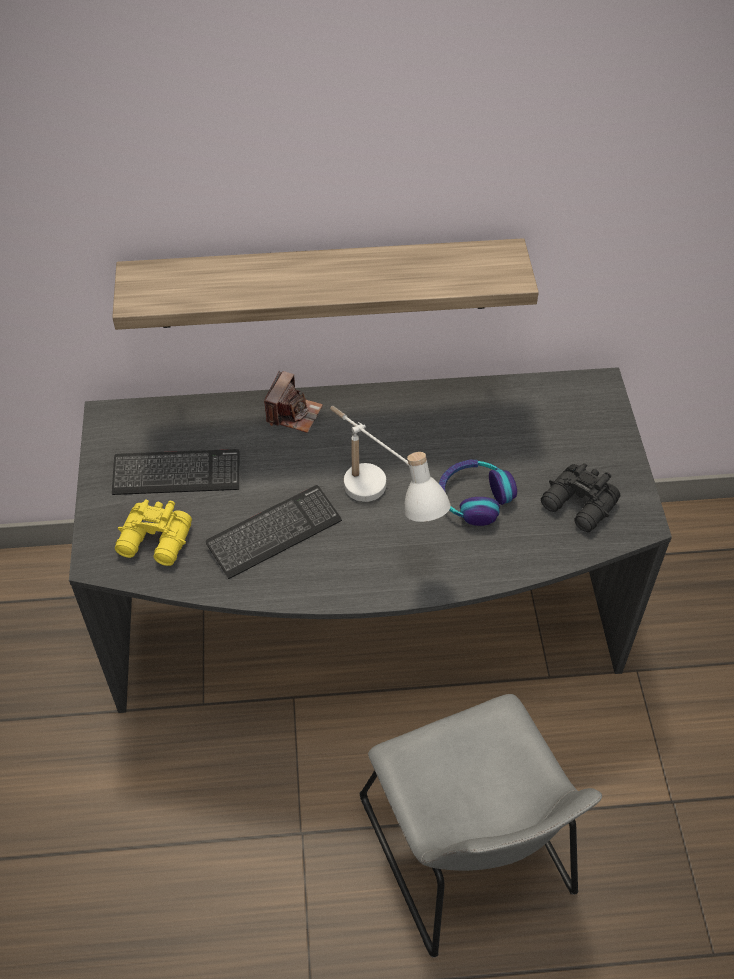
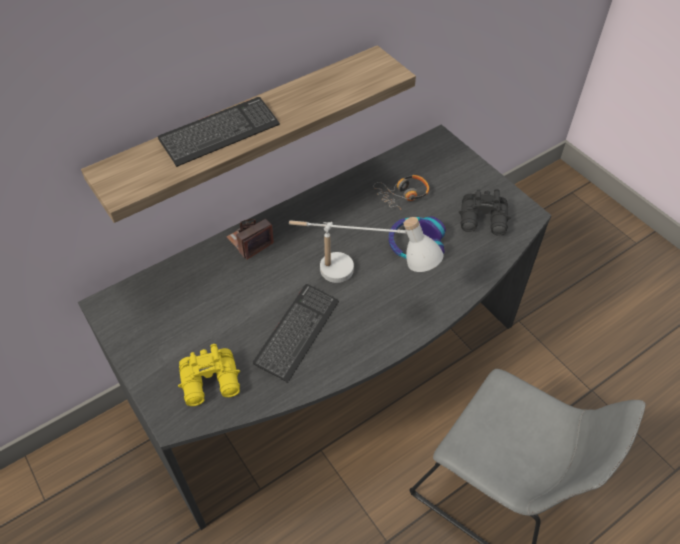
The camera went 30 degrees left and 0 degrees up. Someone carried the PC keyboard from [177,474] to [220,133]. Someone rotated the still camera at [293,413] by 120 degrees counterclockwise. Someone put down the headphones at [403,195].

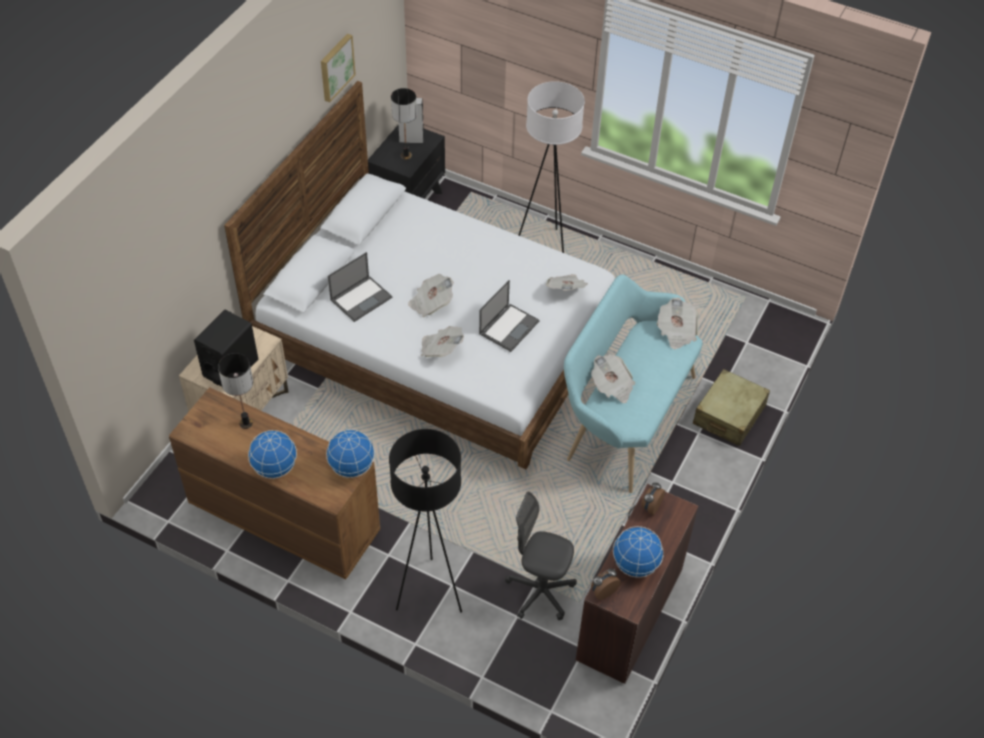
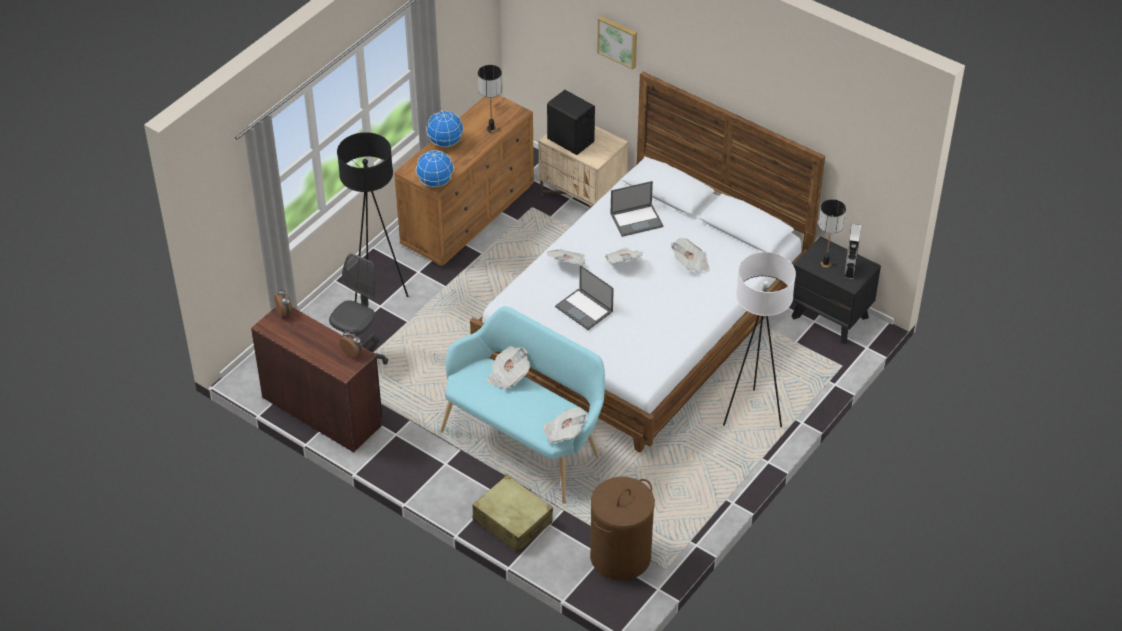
The camera went 100 degrees right and 5 degrees down. Someone carried the wall art from [335,67] to [618,41]. Someone rotated the notebook computer at [361,298] by 75 degrees counterclockwise. Someone carried the daily paper from [566,290] to [690,264]. Someone took away the desk globe at [635,564]. Someone put down the brown hamper at [620,557].

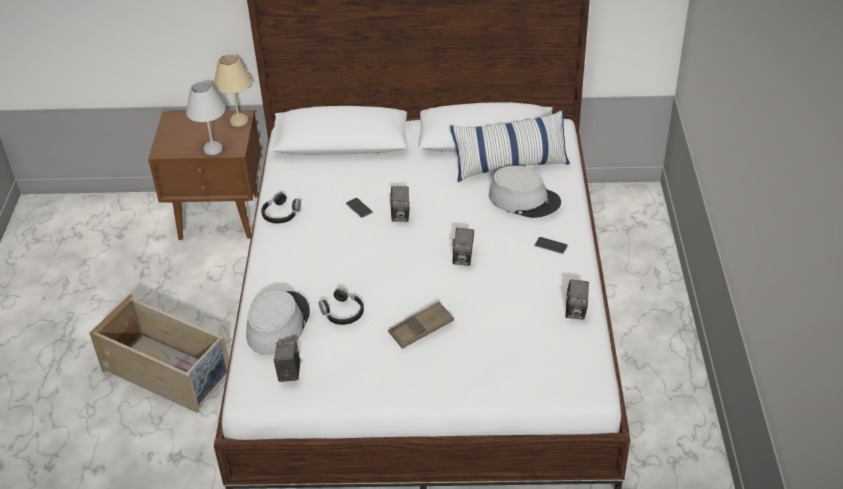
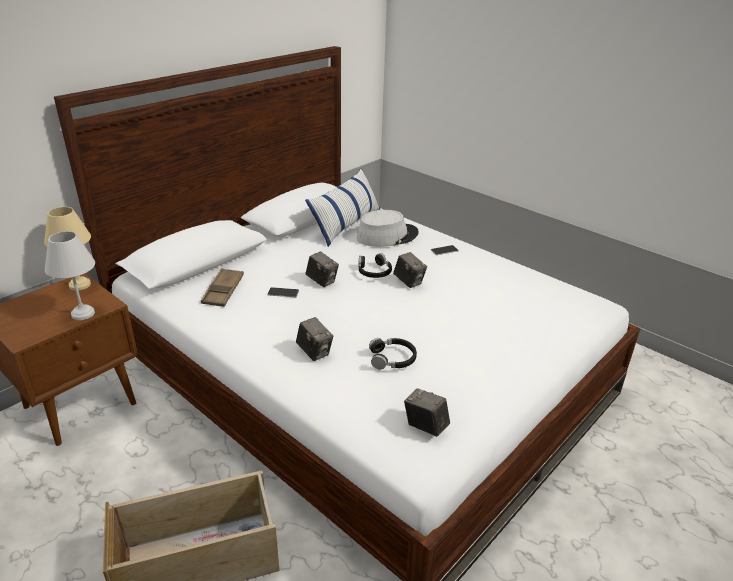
The camera went 50 degrees left and 10 degrees down. Someone took away the grey hat at [277,324]. Someone carried the blackish headphones from [281,214] to [374,271]. Someone carried the brown tray from [421,328] to [223,291]. Someone carried the still camera from [576,310] to [314,352].

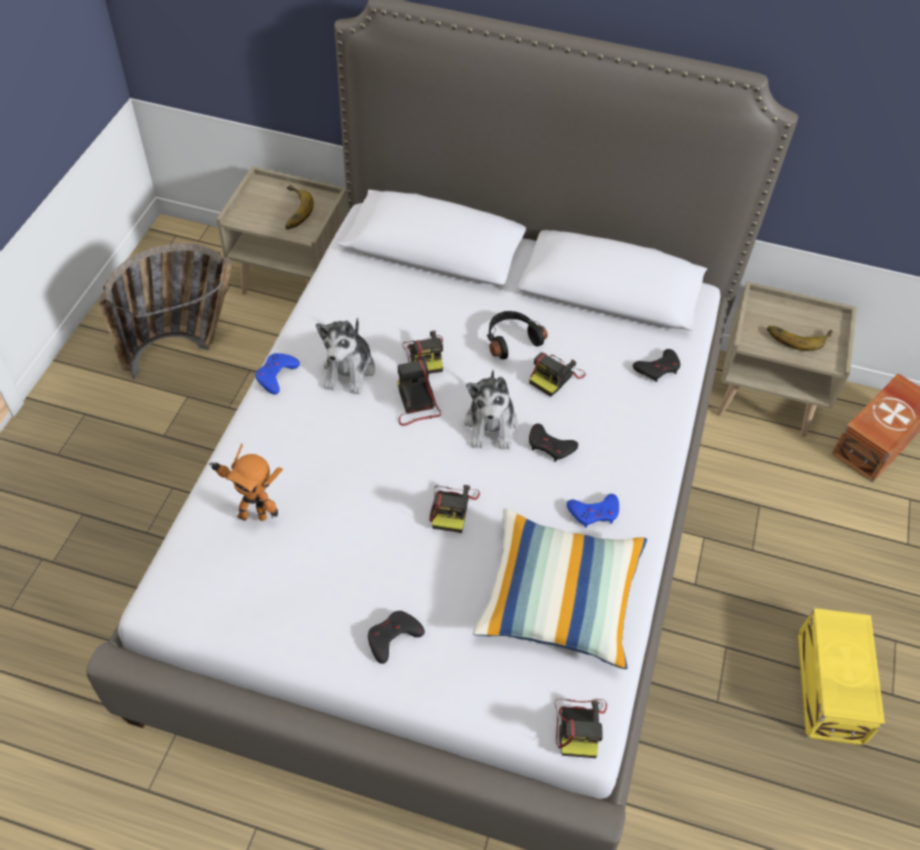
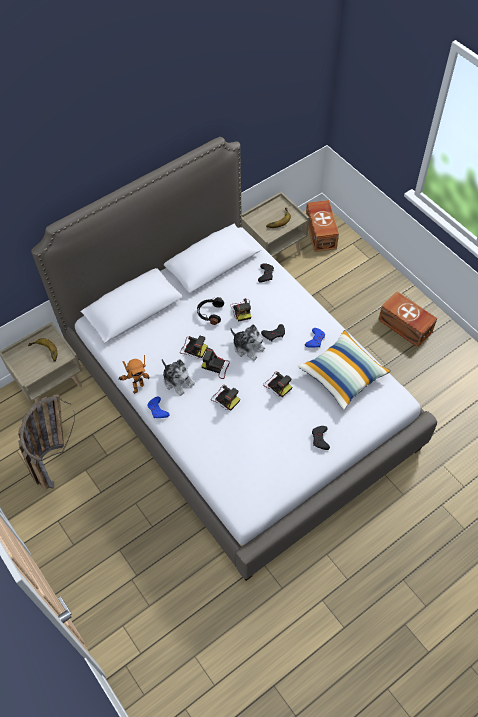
The camera went 50 degrees left and 5 degrees up. Someone carried the toy robot from [253,514] to [137,387]. Someone carried the still camera from [579,726] to [225,398]. Someone repainted the yellow-coloured storage bin at [828,688], which became the brown storage bin at [405,327].

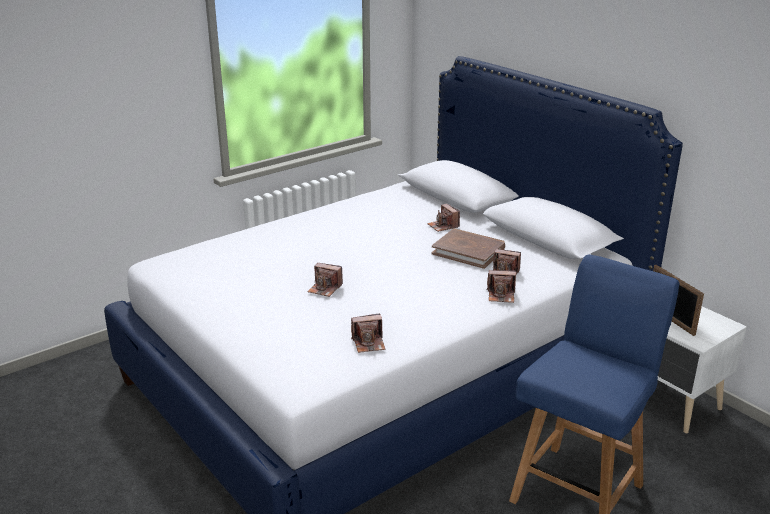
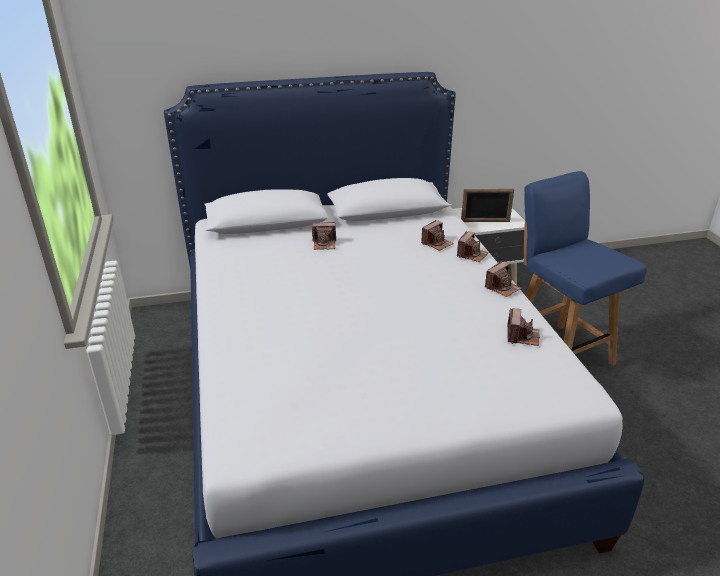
The camera went 65 degrees left and 5 degrees up. Someone carried the still camera from [325,289] to [502,288]. Someone took away the brown bound book at [468,251].

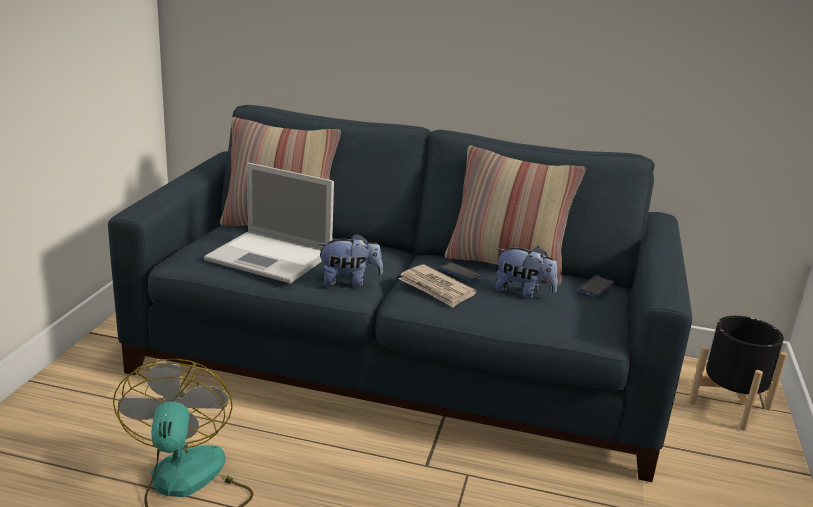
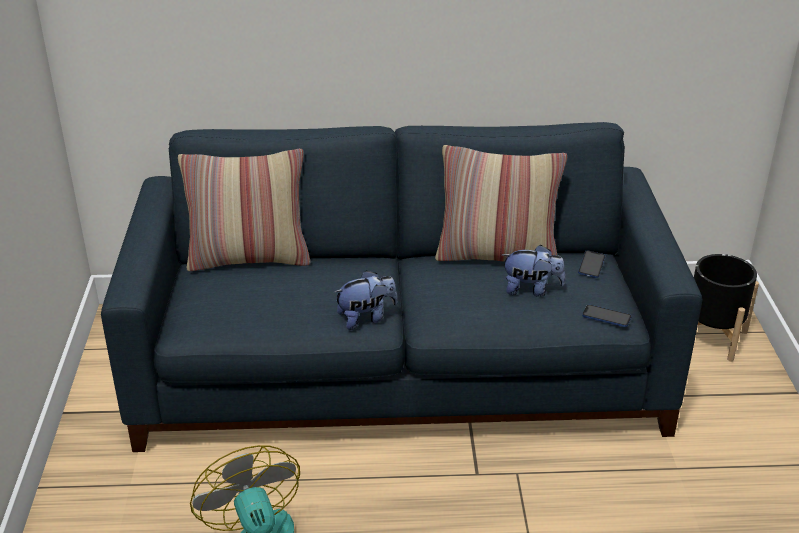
The camera went 15 degrees left and 10 degrees up. Someone took away the notebook computer at [271,257]. Someone took away the daily paper at [436,289]. Someone carried the phone from [460,273] to [606,317].

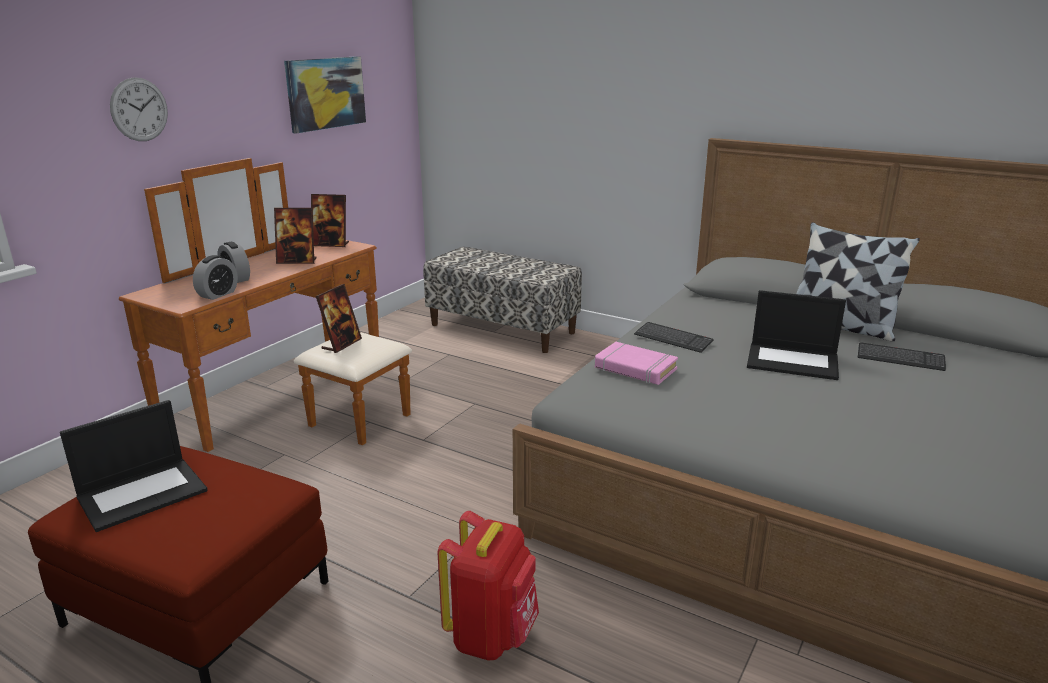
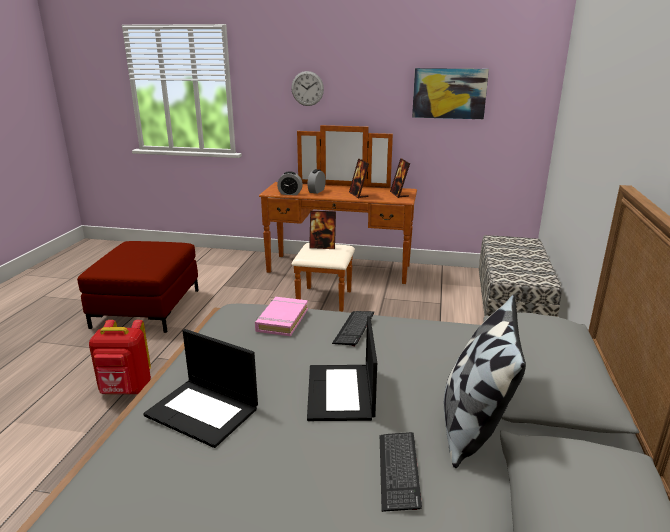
The camera went 70 degrees right and 0 degrees up. Someone carried the notebook computer from [143,493] to [203,411].

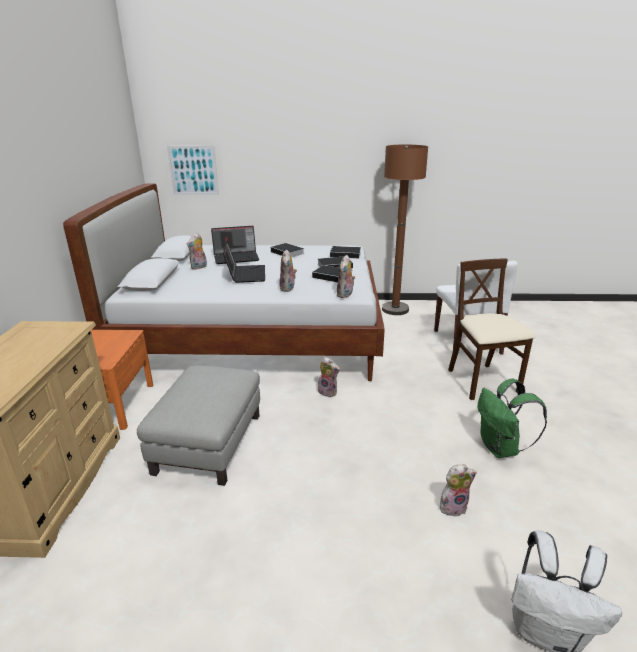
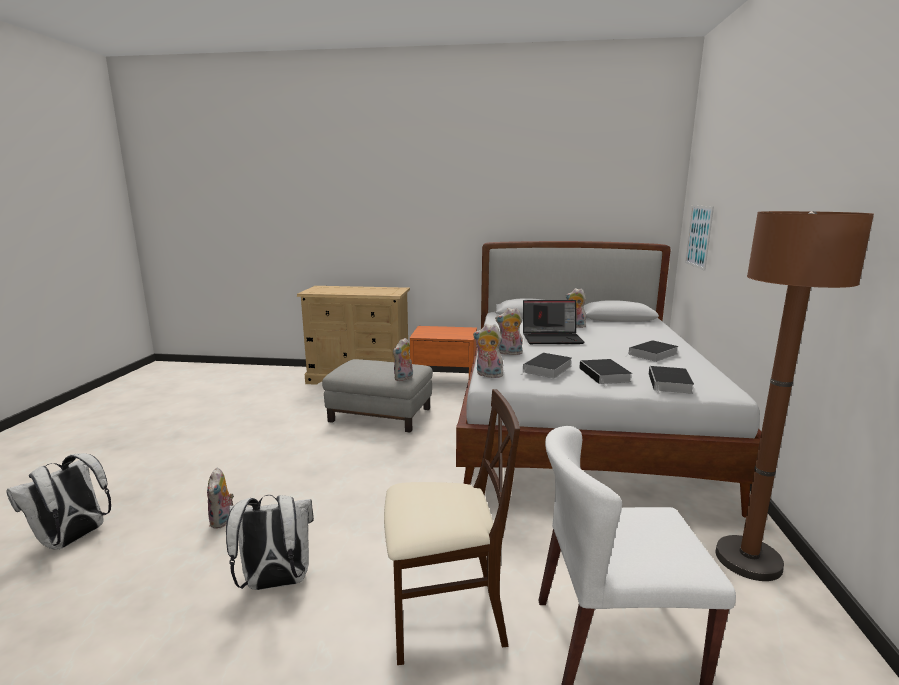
The camera went 95 degrees right and 10 degrees down. Someone took away the notebook computer at [236,257]. Someone carried the plush toy from [328,392] to [404,378]. Someone repainted the green-coloured backpack at [501,448], which became the whitish backpack at [275,583].

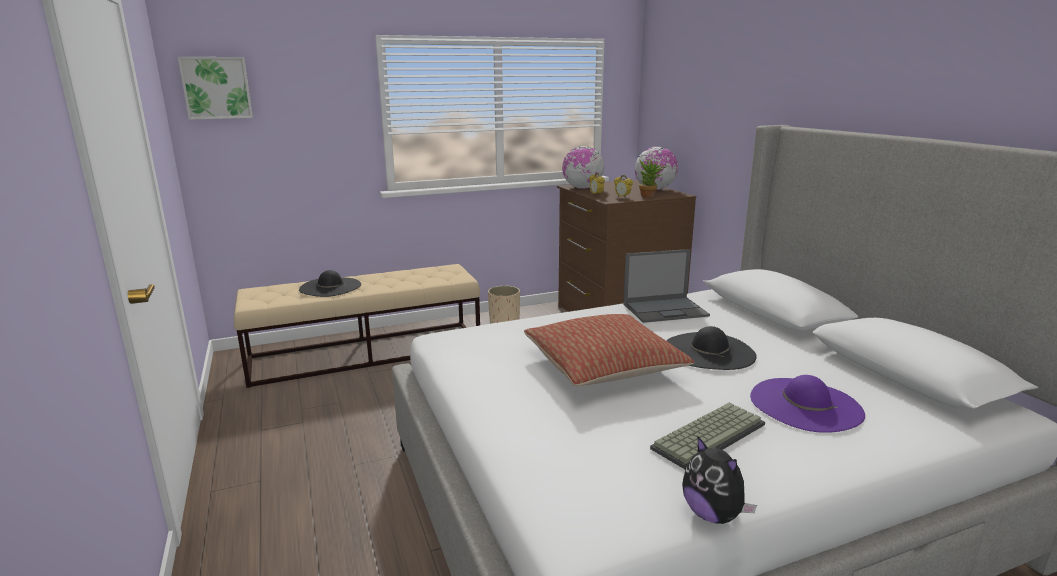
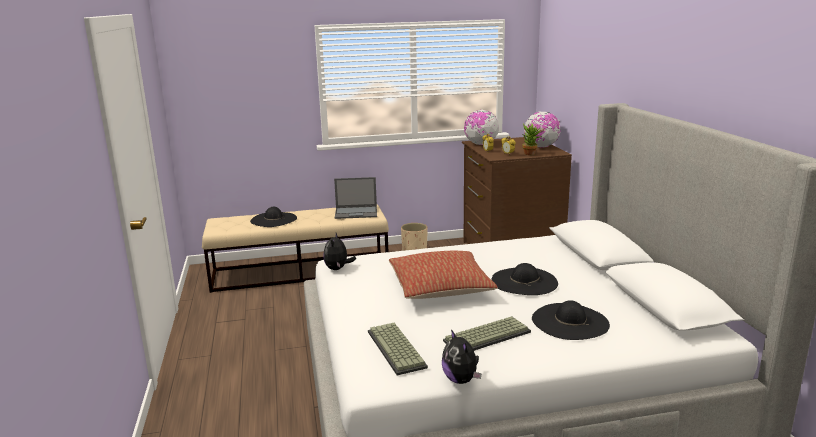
The camera went 10 degrees right and 0 degrees up. Someone took away the wall art at [216,88]. Someone carried the notebook computer from [666,310] to [356,212]. Someone repainted the purple hat at [805,404], which became the blackish hat at [570,321]. Someone put down the plush toy at [338,269]. Someone put down the PC keyboard at [398,349].

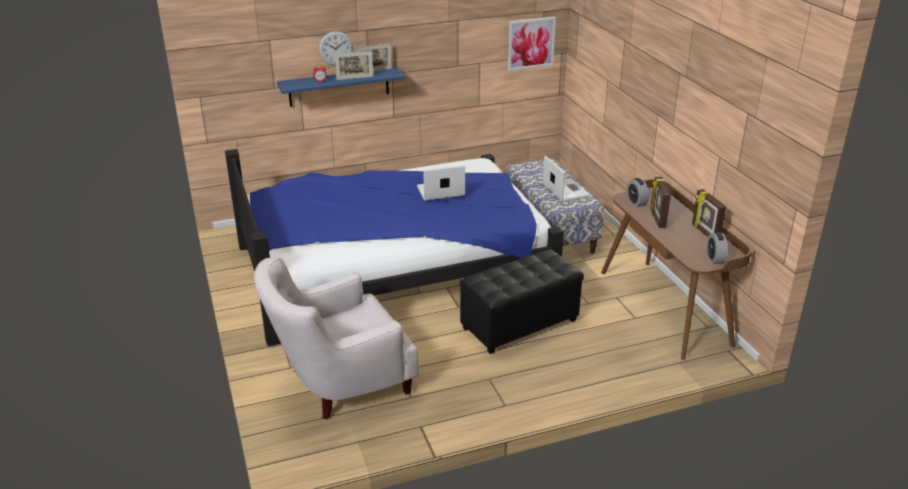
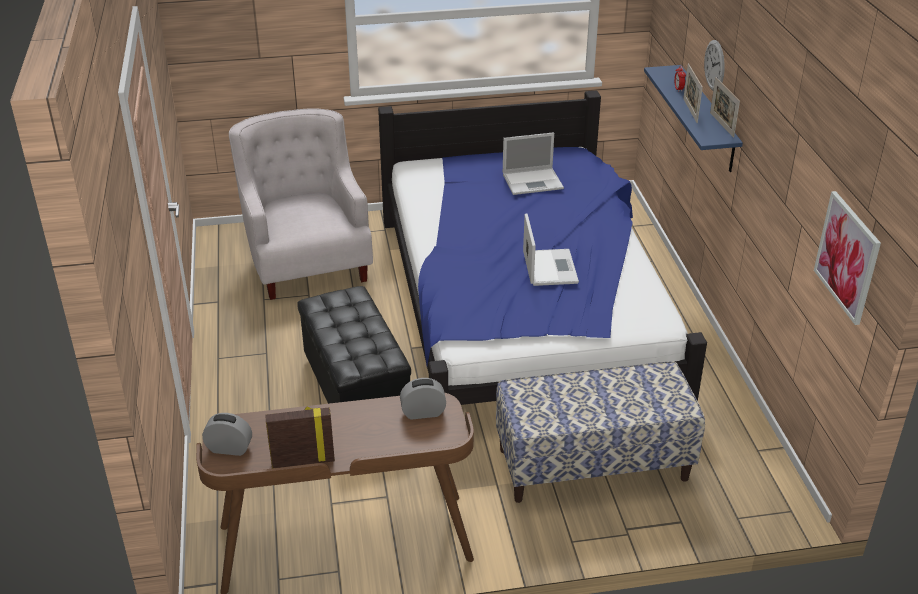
The camera went 100 degrees right and 5 degrees up. Someone carried the notebook computer from [565,190] to [533,181]. Someone took away the picture frame at [657,219].

